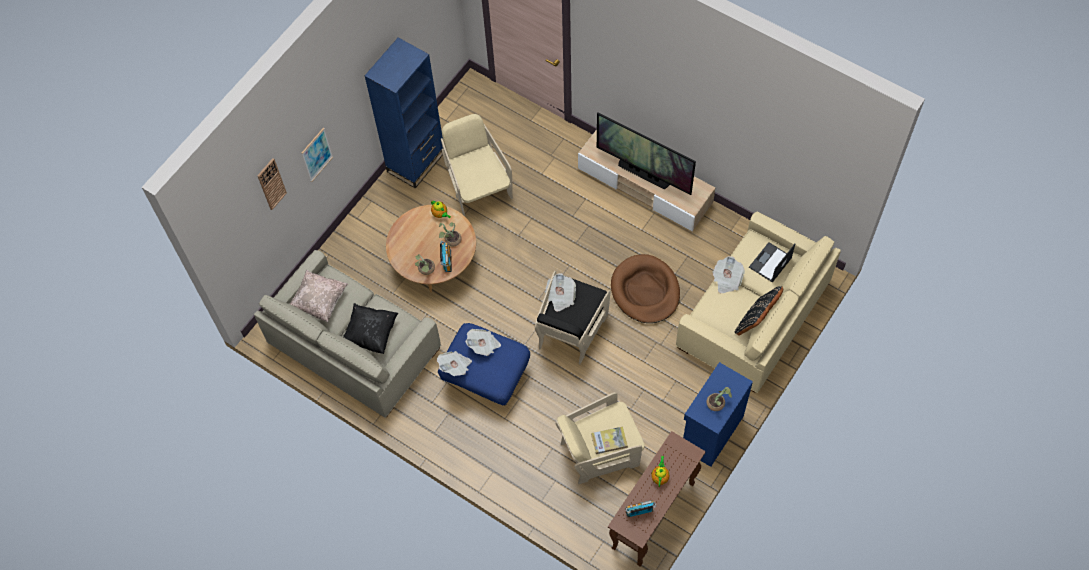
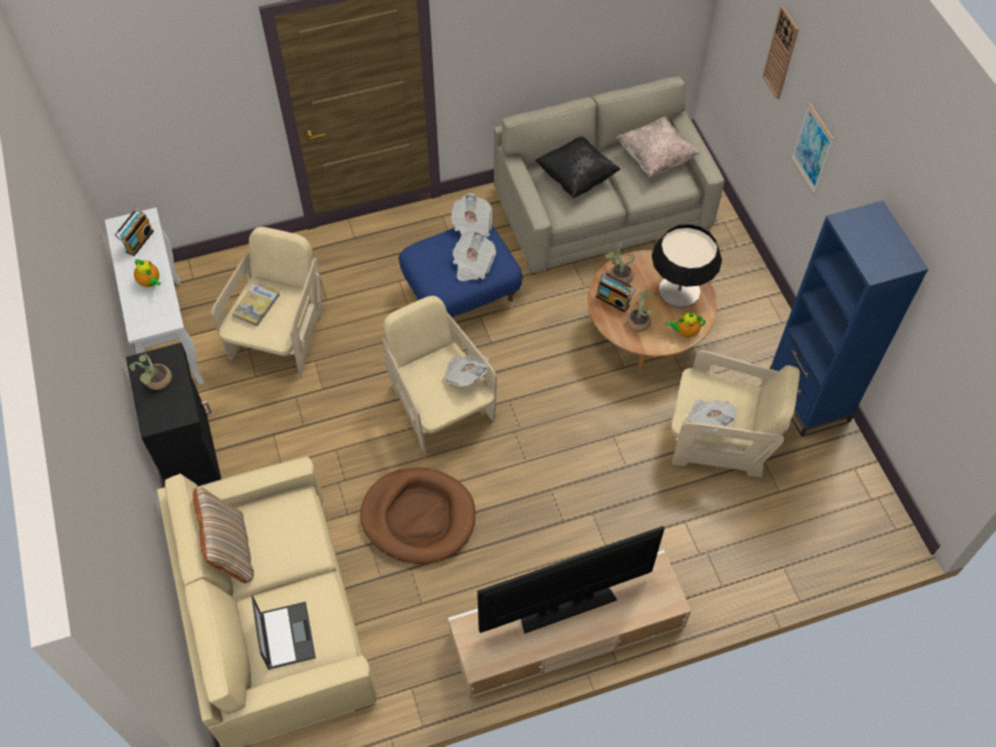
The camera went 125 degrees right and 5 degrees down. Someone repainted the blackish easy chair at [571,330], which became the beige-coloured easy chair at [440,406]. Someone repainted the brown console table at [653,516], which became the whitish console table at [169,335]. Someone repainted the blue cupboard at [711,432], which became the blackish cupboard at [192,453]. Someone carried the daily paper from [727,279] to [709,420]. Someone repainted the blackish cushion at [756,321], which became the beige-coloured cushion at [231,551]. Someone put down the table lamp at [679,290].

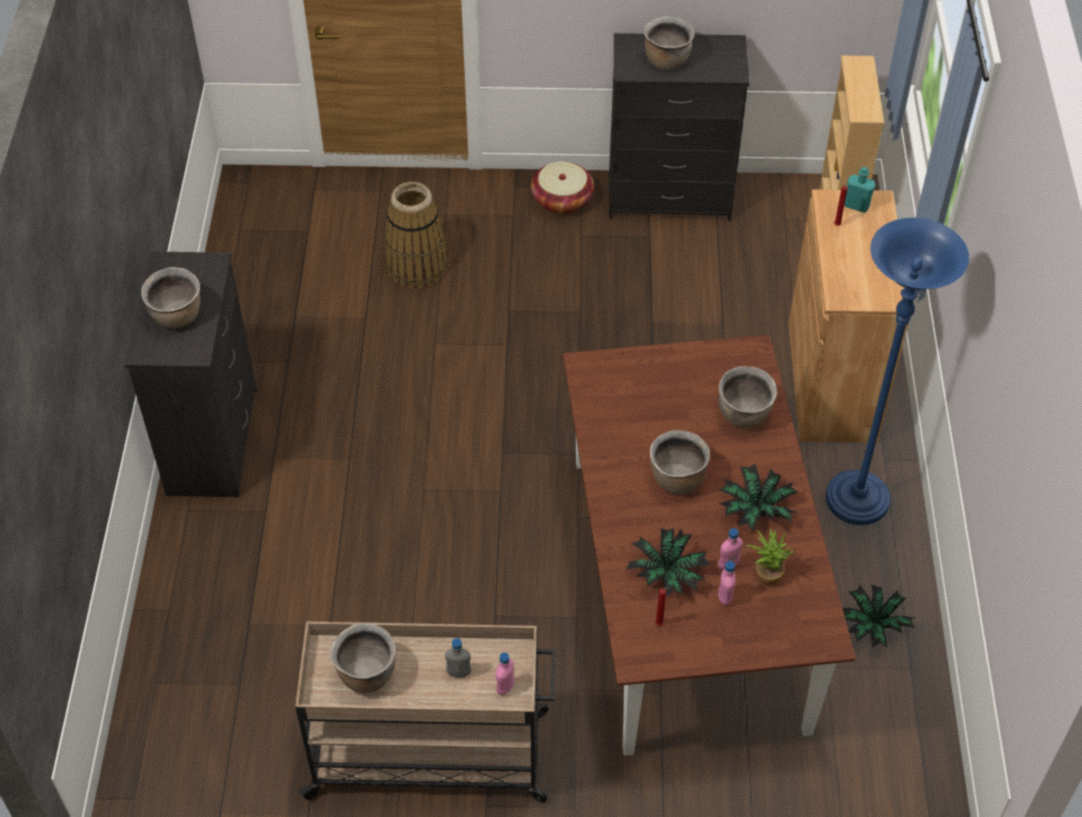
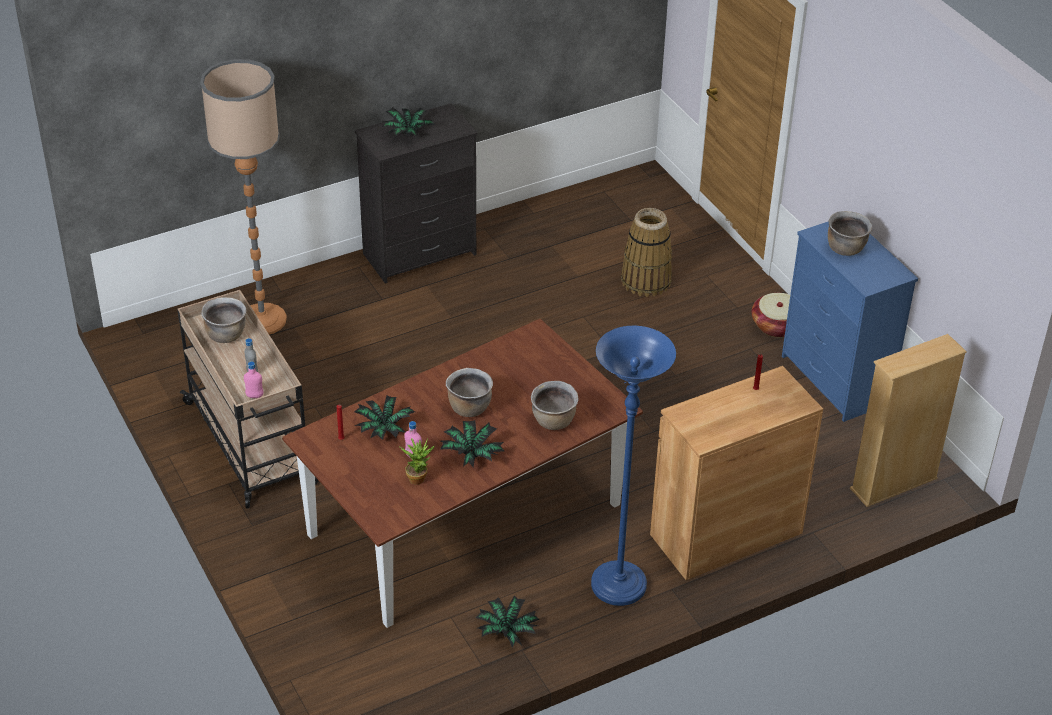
The camera went 60 degrees right and 10 degrees down. Someone swapped the brown cooking pot at [177,317] for the plant in a pot at [407,133]. Someone repainted the blackish drawer chest at [670,198], which became the blue drawer chest at [835,380]. Someone took away the pink-coloured bottle at [724,597]. Someone took away the turquoise bottle at [856,206]. Someone put down the floor lamp at [262,320].

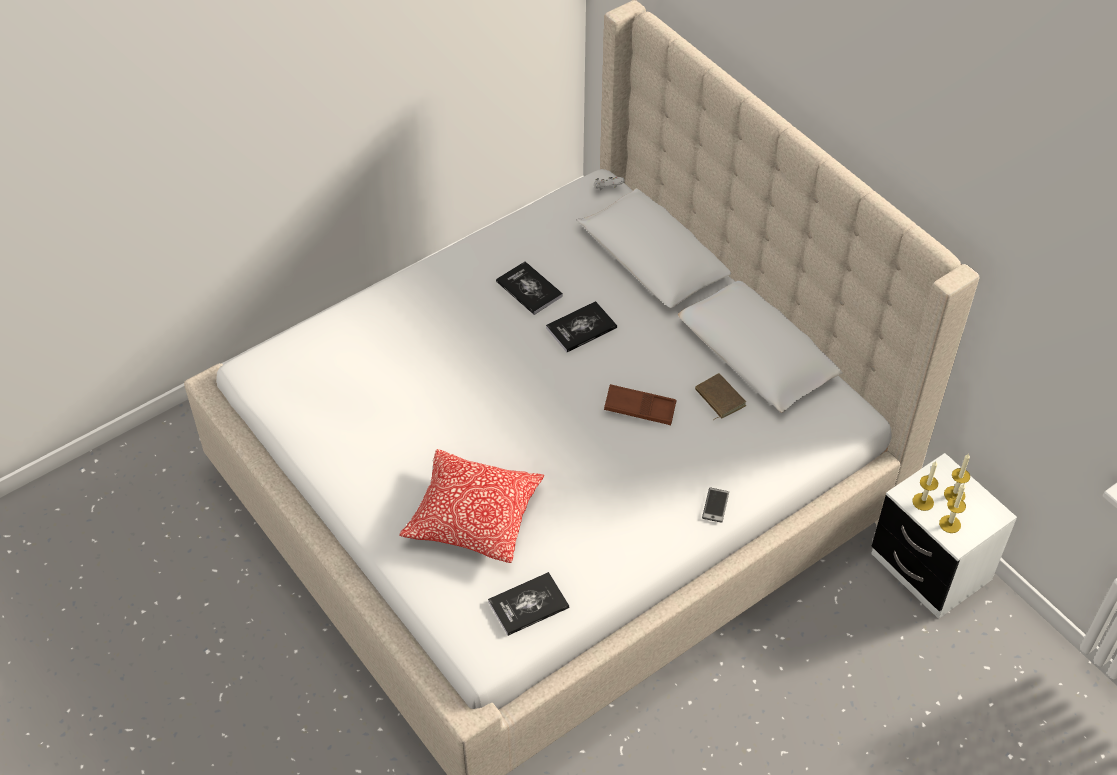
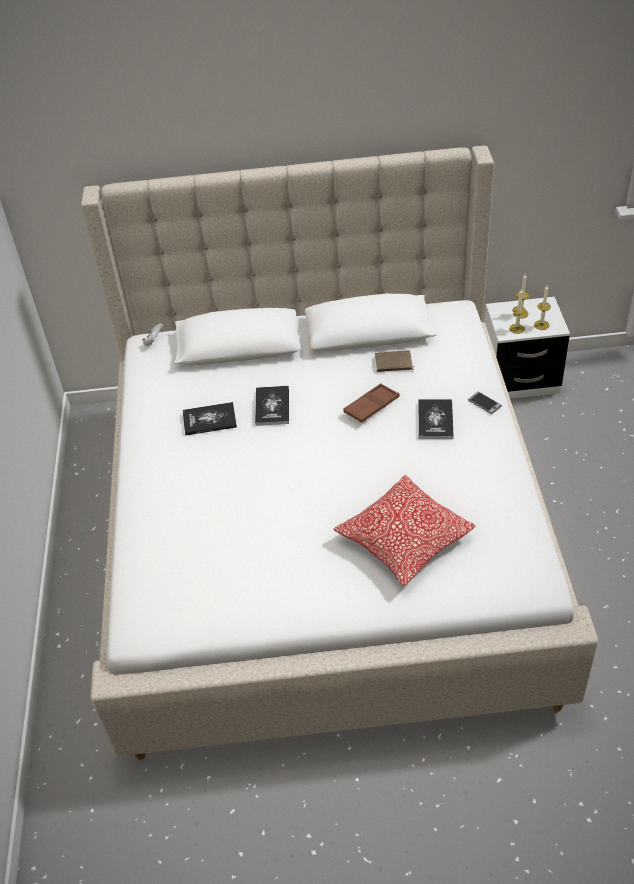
The camera went 55 degrees left and 5 degrees down. Someone carried the bound book from [528,605] to [435,420].

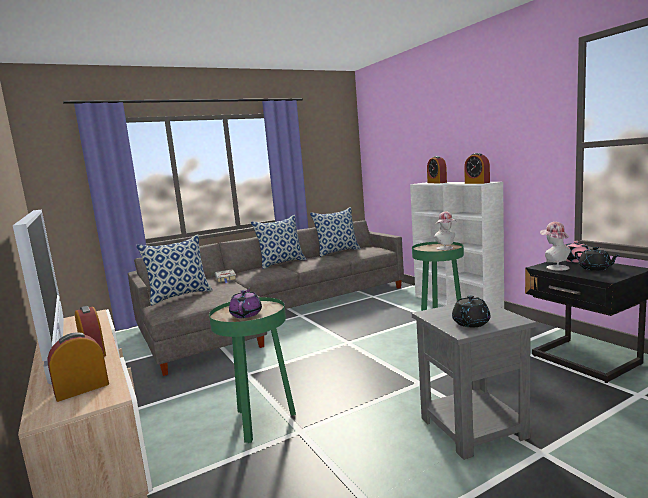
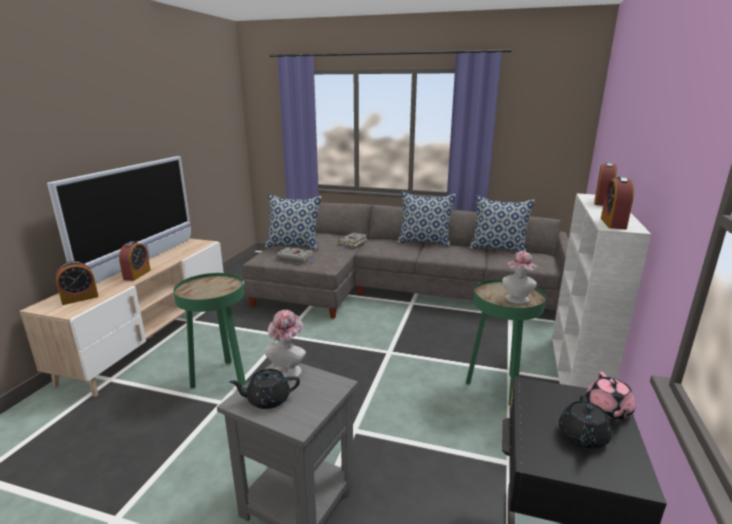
The camera went 45 degrees right and 10 degrees up. Someone rotated the table clock at [82,389] by 135 degrees clockwise. Someone took away the purple pot for tea at [246,314]. Someone carried the hat from [554,267] to [288,370]. Someone put down the grey bound book at [296,257].

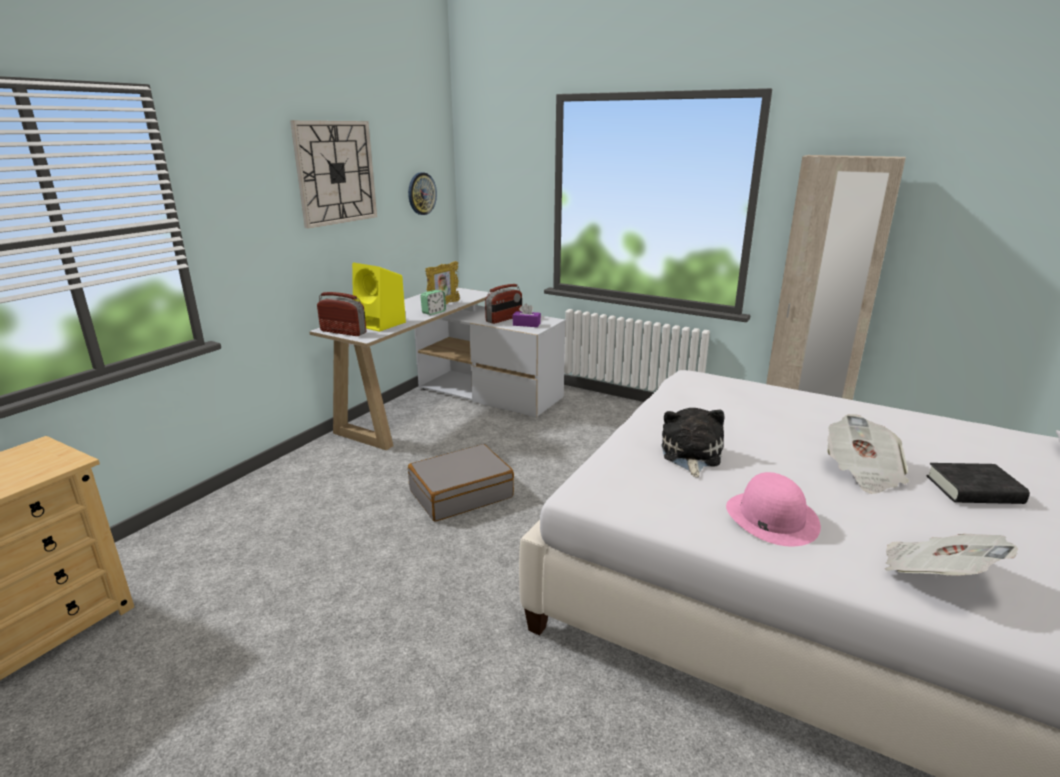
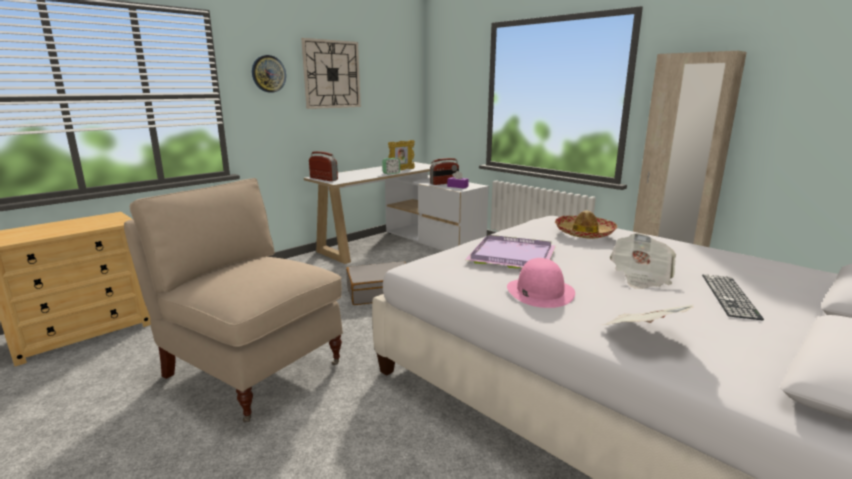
The camera went 15 degrees right and 5 degrees down. Someone took away the yellow-coloured speaker at [381,324]. Someone carried the hanging clock from [421,193] to [268,74]. Someone swapped the plush toy at [690,455] for the purple tray at [510,256]. Someone swapped the blackish bound book at [973,490] for the PC keyboard at [729,295]. Someone put down the beige-coloured chair at [252,369]. Someone put down the hat at [584,233].

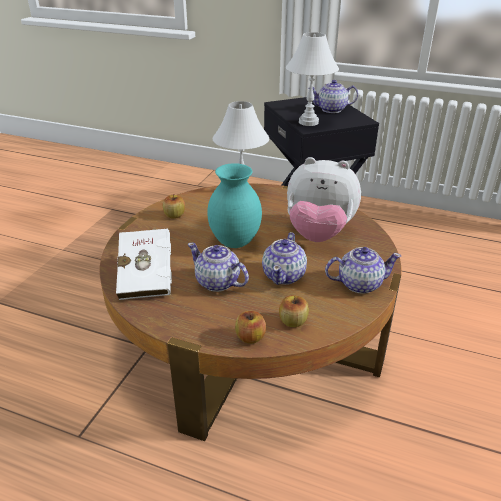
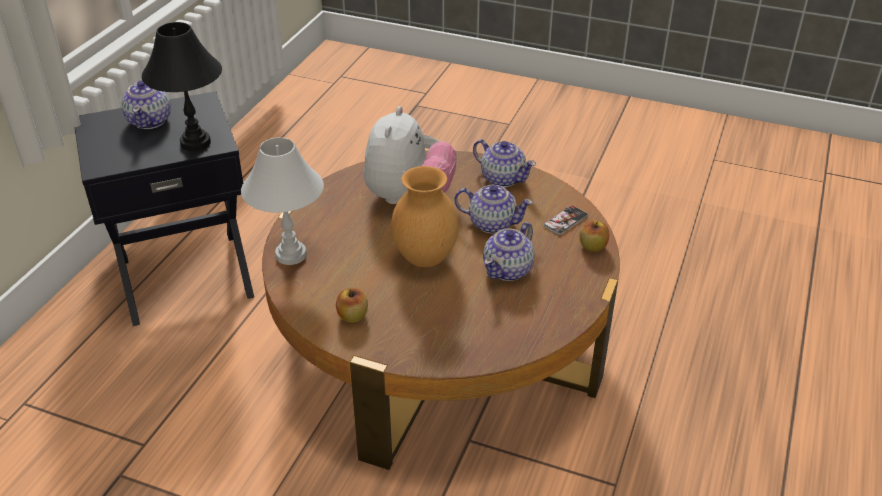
The camera went 90 degrees left and 5 degrees up. Someone took away the whitish bound book at [148,277]. Someone repainted the turquoise vase at [235,243], which became the brown vase at [426,258]. Someone swapped the whole apple at [293,321] for the phone at [565,221]. Someone repainted the whitish table lamp at [309,122], which became the blackish table lamp at [196,142]. Someone rotated the pot for tea at [359,284] by 135 degrees clockwise.

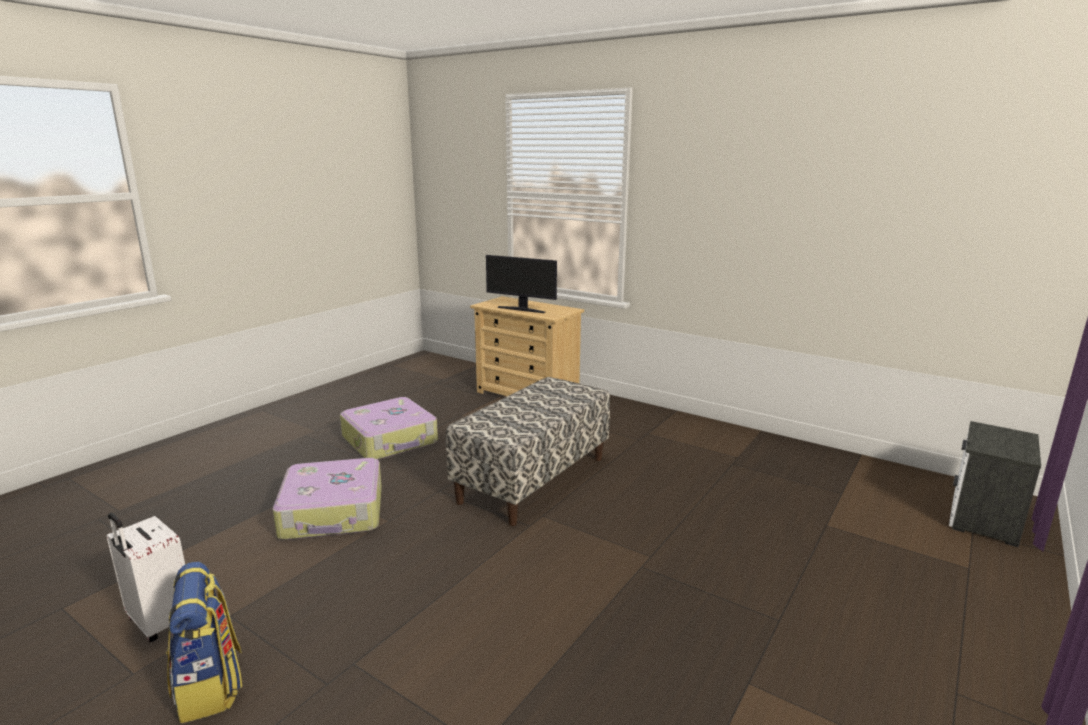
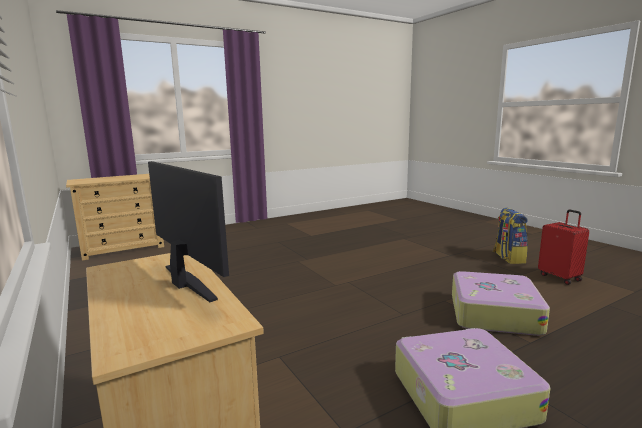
The camera went 155 degrees left and 5 degrees down. Someone repainted the whitish travel case at [159,622], which became the red travel case at [560,277]. Someone took away the bench at [534,480]. Someone swapped the bedside table at [983,519] for the beige-coloured drawer chest at [123,248].

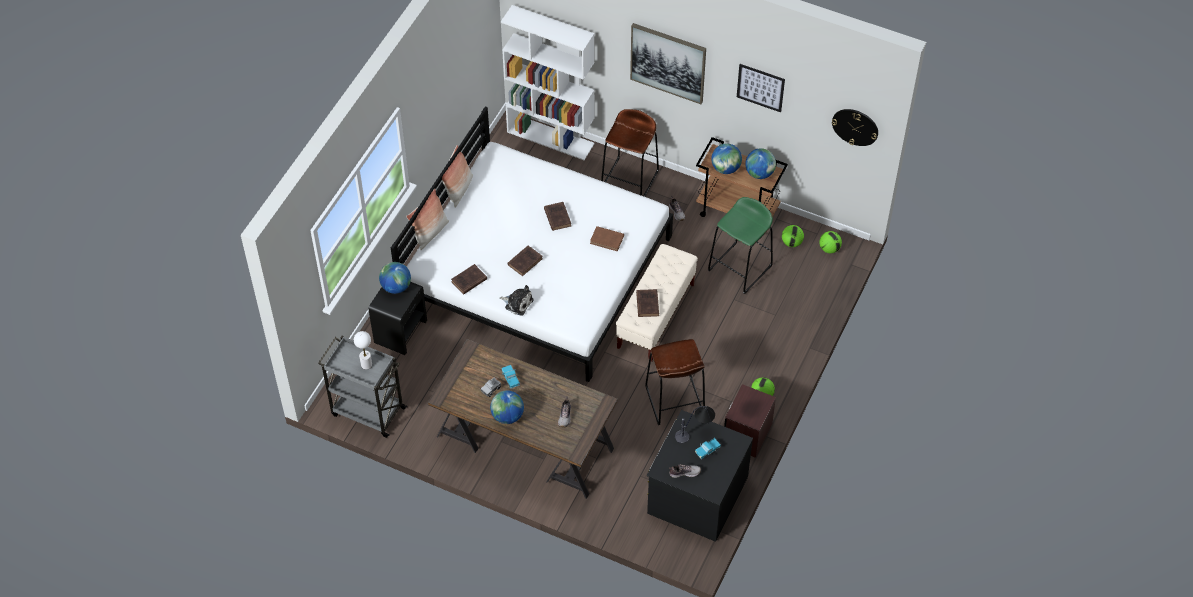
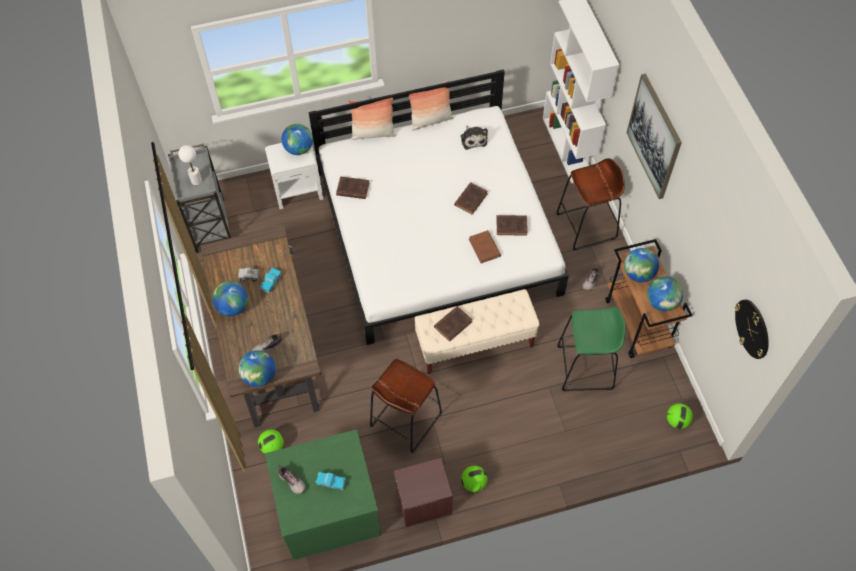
The camera went 50 degrees right and 5 degrees up. Someone repainted the blackish bedside table at [400,331], which became the whitish bedside table at [298,191]. Someone carried the plush toy from [517,303] to [473,139]. Someone carried the brown bound book from [525,261] to [512,226]. Someone repainted the blackish drawer chest at [696,494], which became the green-coloured drawer chest at [328,507]. Someone took away the table lamp at [695,431]. Someone took away the wall art at [760,87]. Someone carried the football ball from [791,242] to [272,446]. Someone put down the desk globe at [260,376].

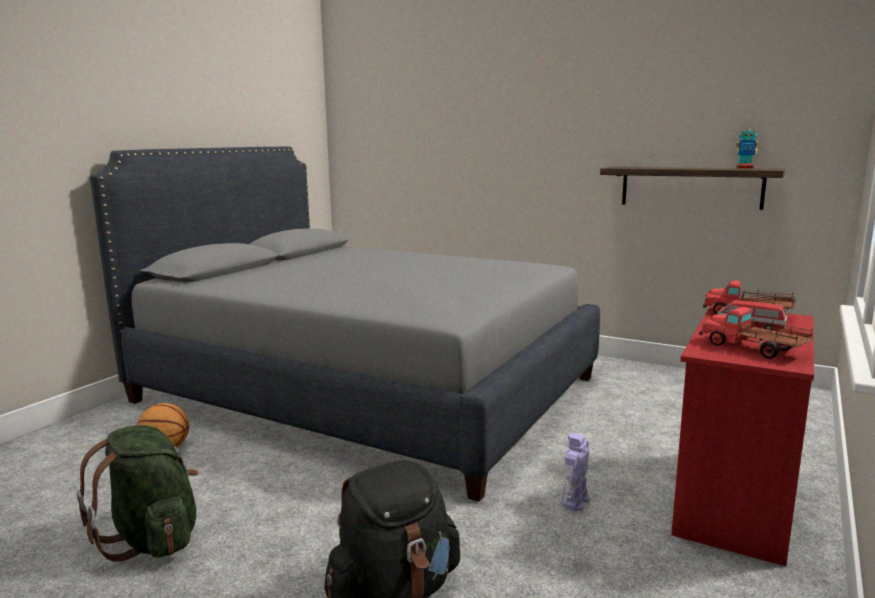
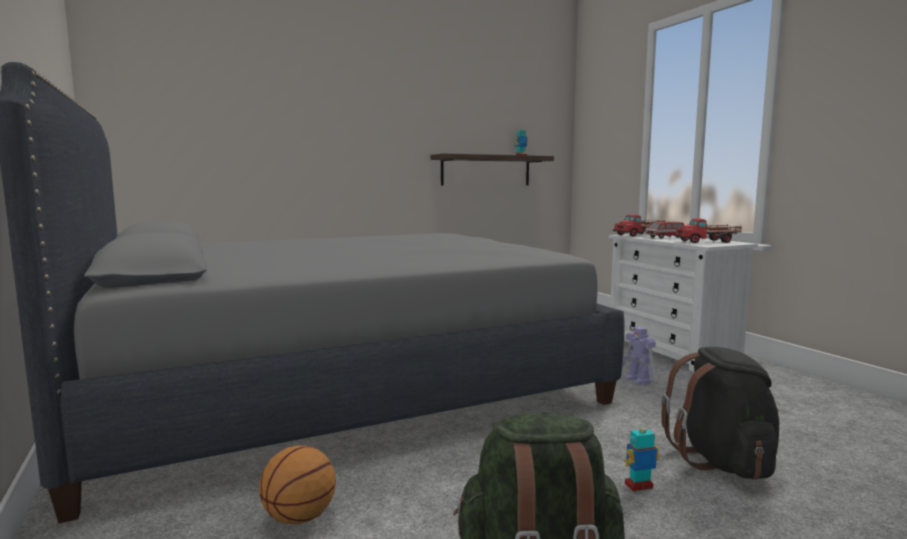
The camera went 55 degrees left and 5 degrees down. Someone repainted the red drawer chest at [735,502], which became the whitish drawer chest at [671,351]. Someone put down the toy robot at [639,486].

